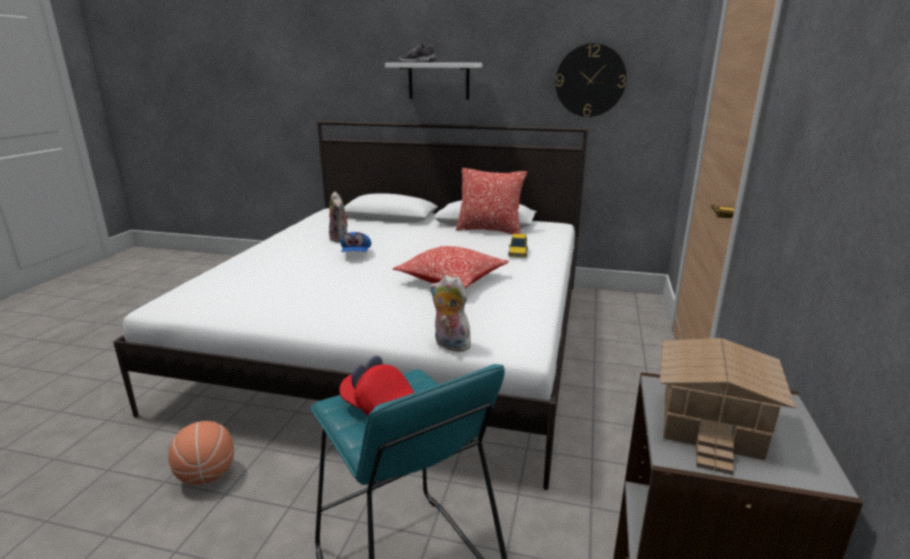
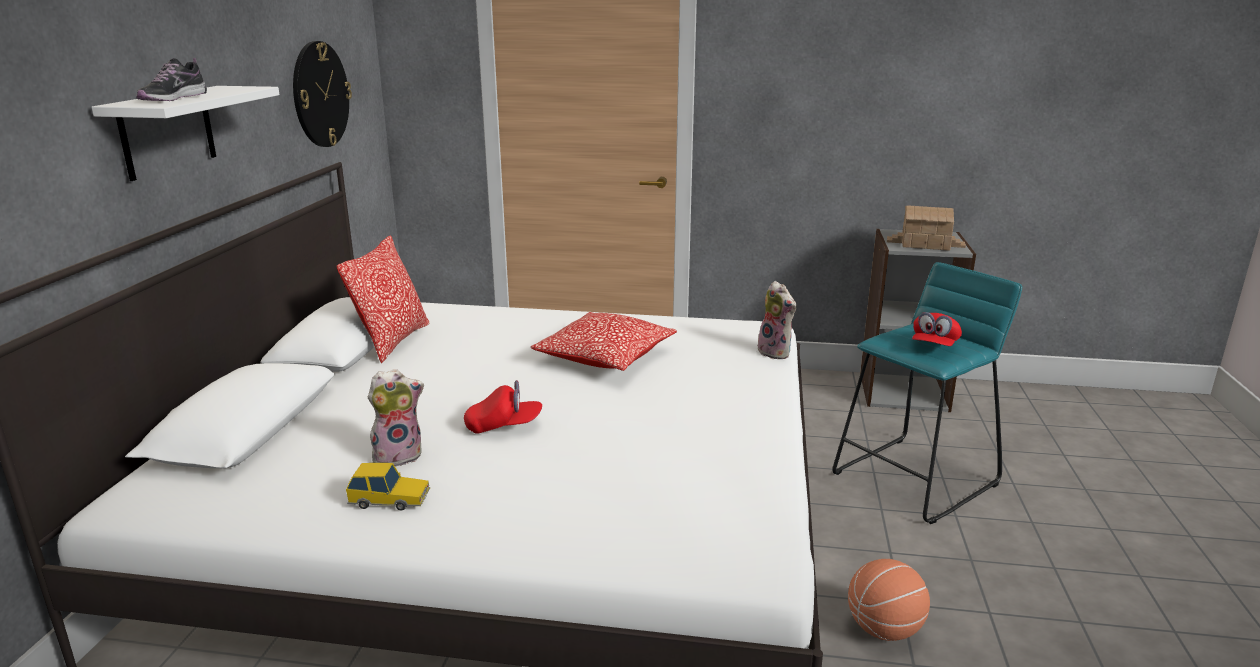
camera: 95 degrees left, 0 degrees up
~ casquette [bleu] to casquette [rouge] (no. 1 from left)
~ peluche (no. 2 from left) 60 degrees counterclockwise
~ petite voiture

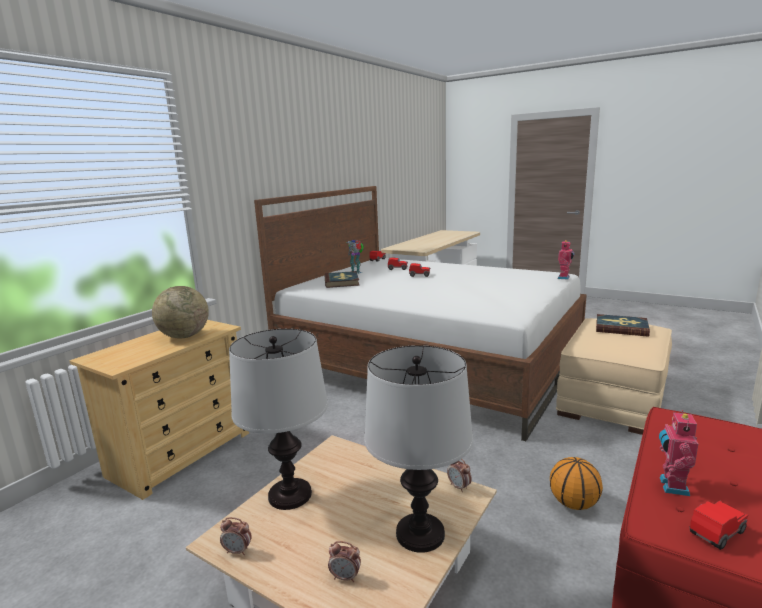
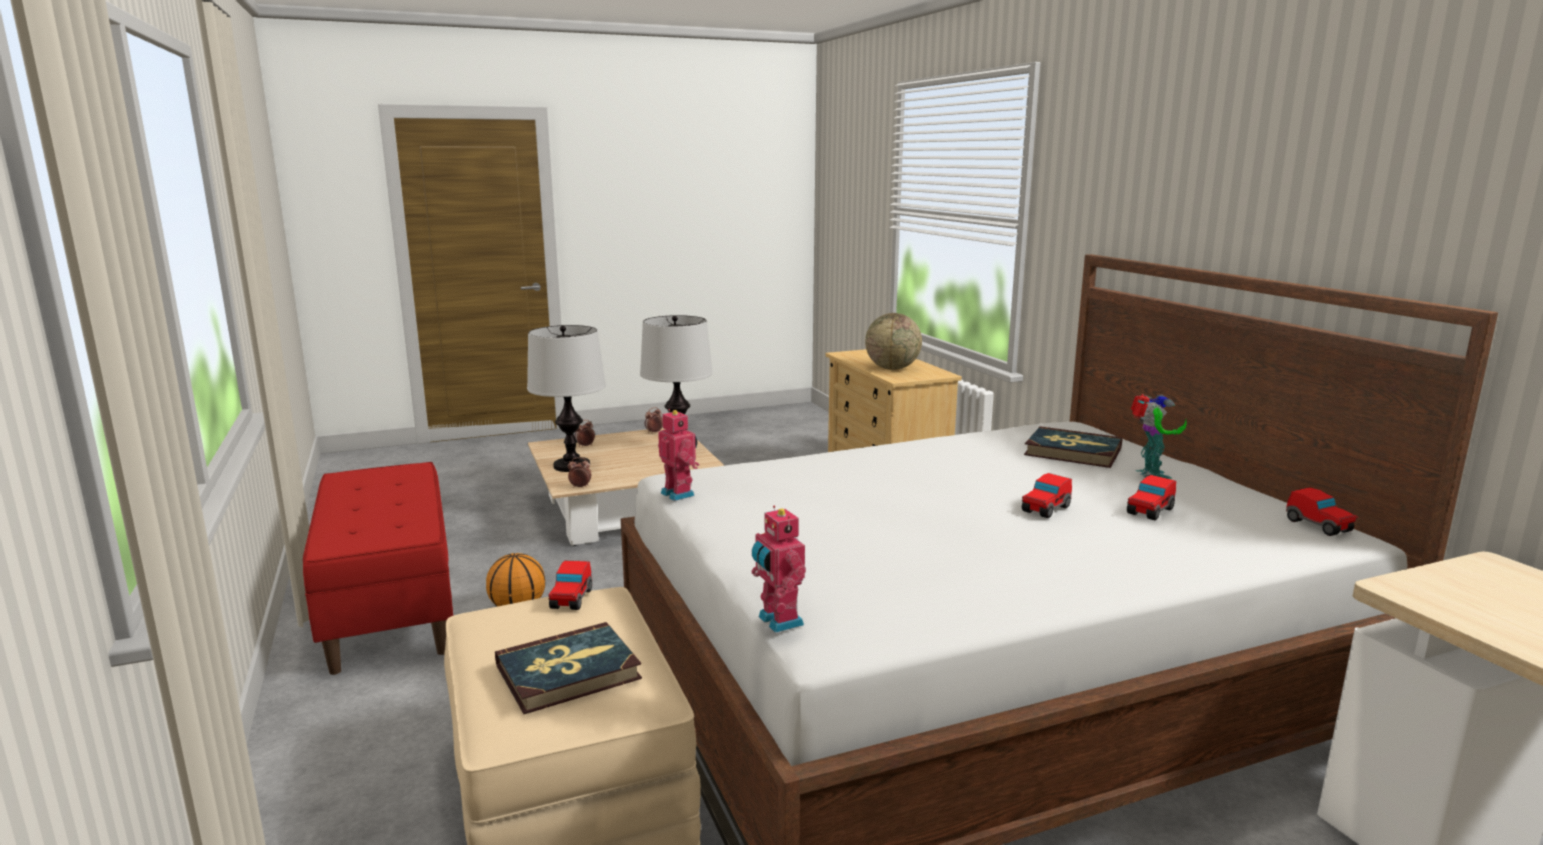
camera: 125 degrees right, 0 degrees up
~ robot jouet (no. 3 from left in the first image) to robot jouet (no. 1 from left)
~ petite voiture (no. 4 from left in the first image) to petite voiture (no. 1 from left)

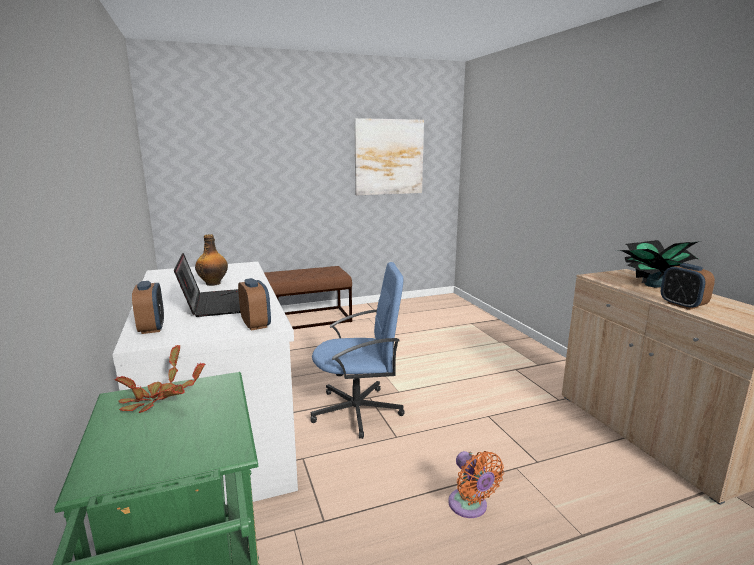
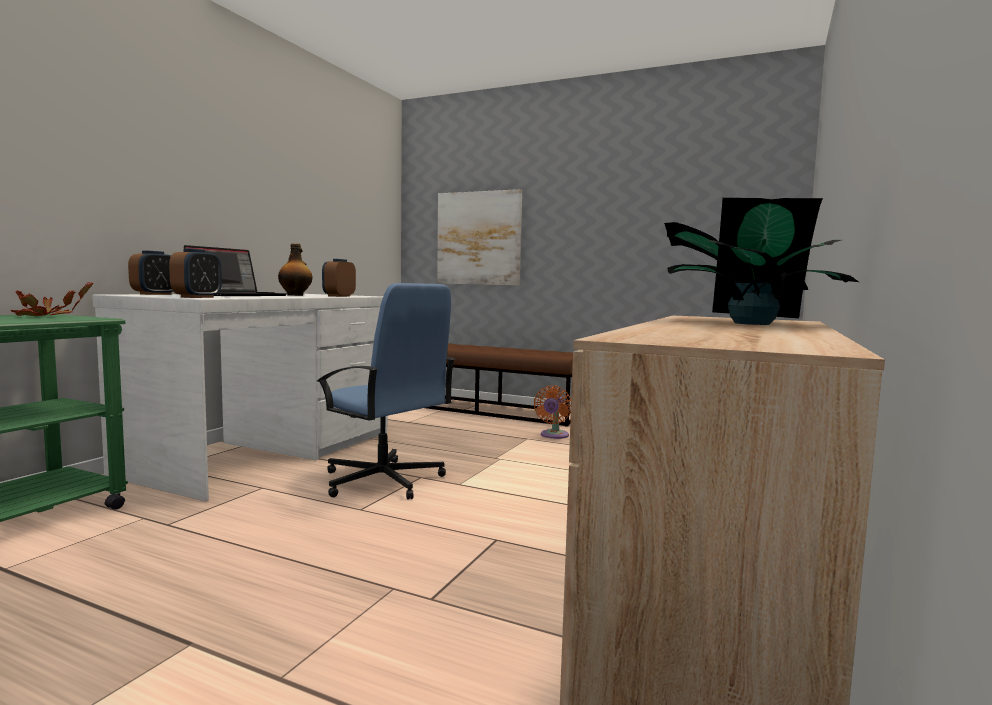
camera: 45 degrees right, 10 degrees down
~ tableau
~ ventilateur [orange]
~ réveil (no. 3 from left)

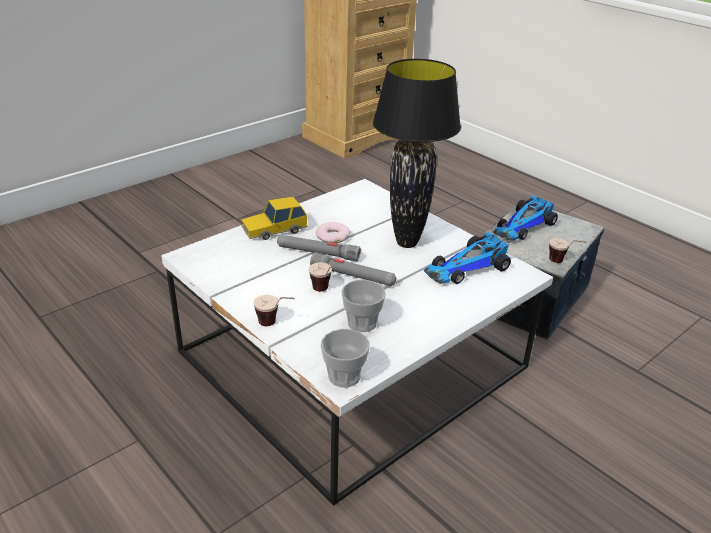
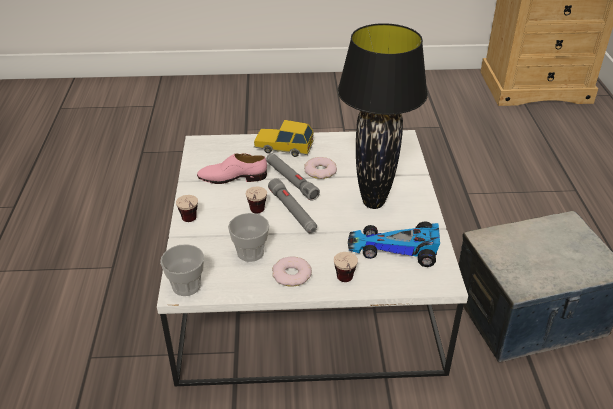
camera: 40 degrees right, 5 degrees up
- petite voiture (no. 3 from left)
~ tasse (no. 5 from left)
+ chaussure [rose]
+ beignet (no. 1 from left)

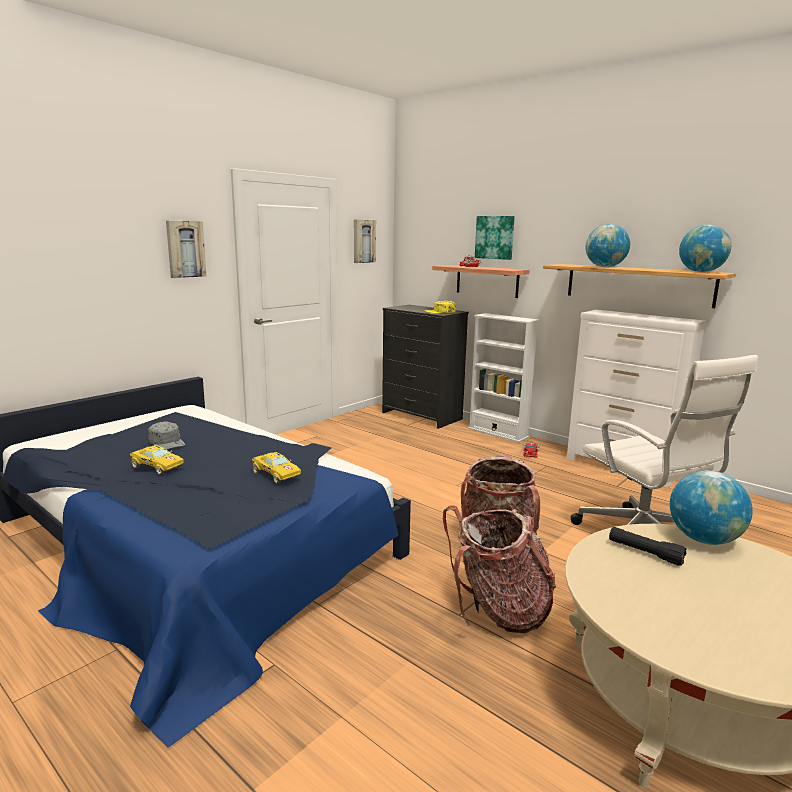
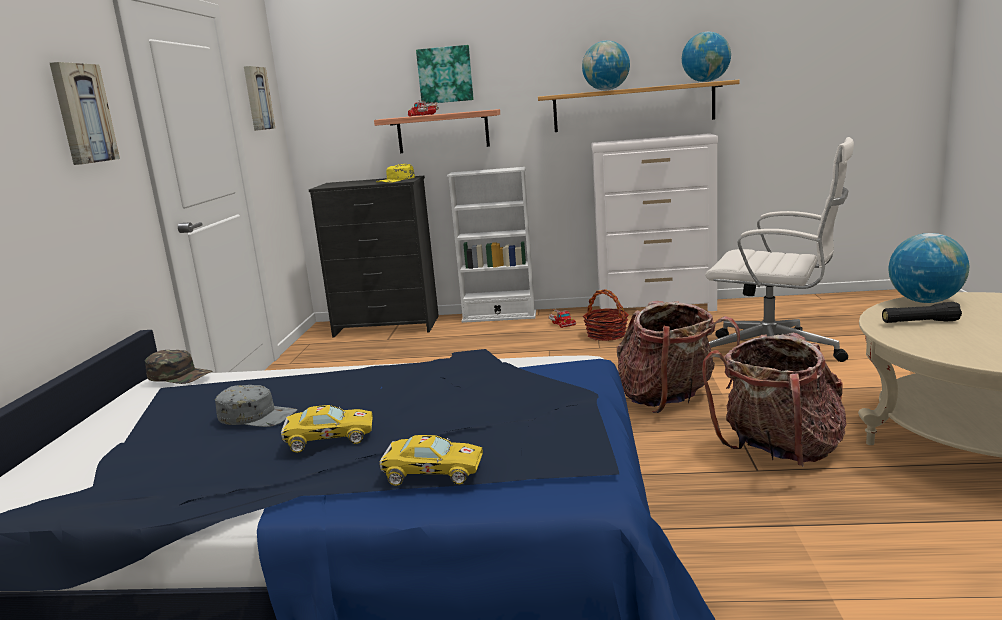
camera: 35 degrees left, 0 degrees up
~ petite voiture [jaune] (no. 2 from left)
+ casquette [vert]
+ panier

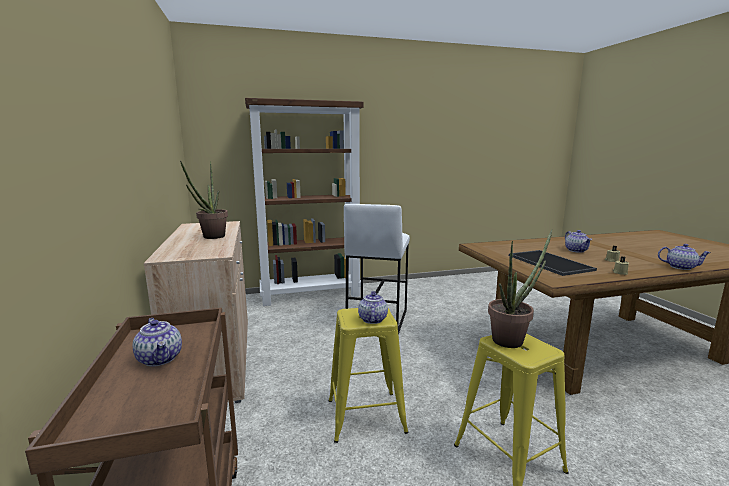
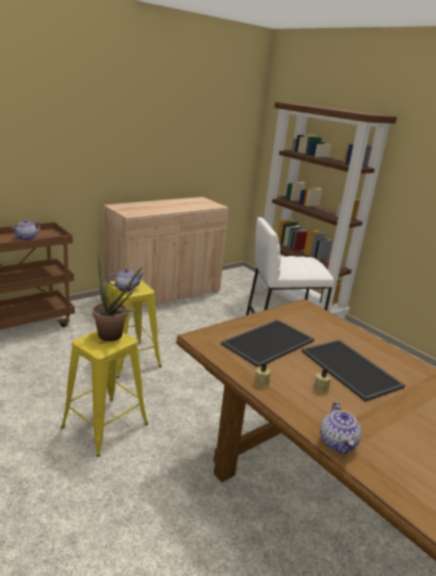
camera: 65 degrees right, 10 degrees up
- plante en pot (no. 1 from left)
~ théière (no. 3 from left) to plateau (no. 2 from left)

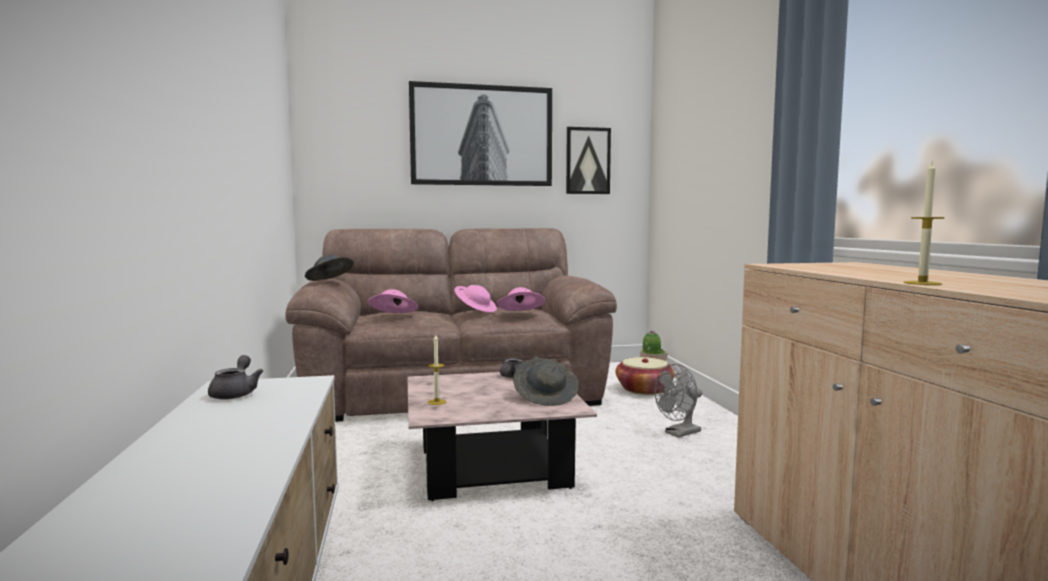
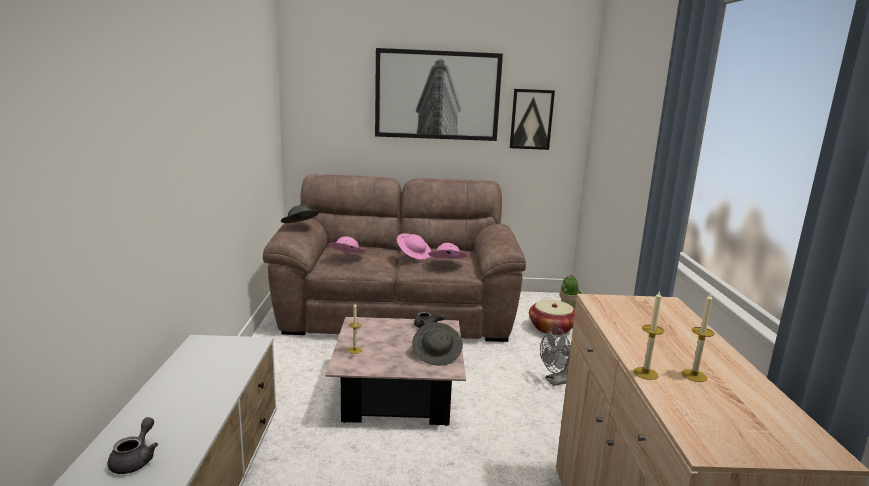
camera: 10 degrees right, 10 degrees up
~ théière [gris] (no. 1 from left)
+ bougie (no. 3 from left)

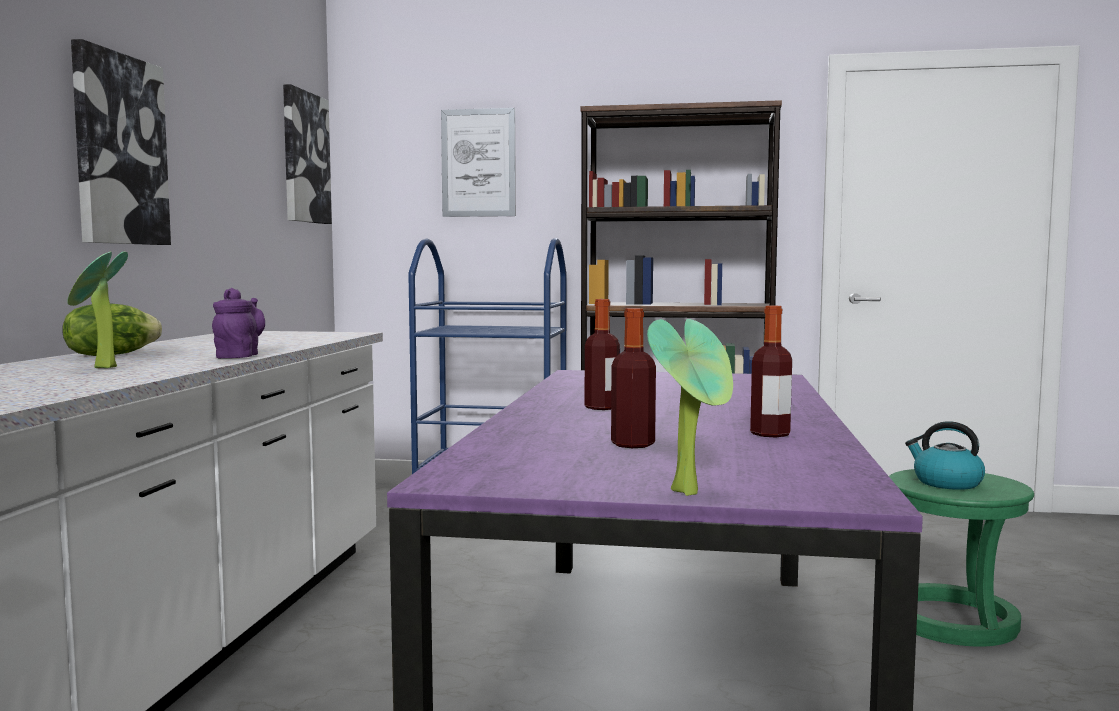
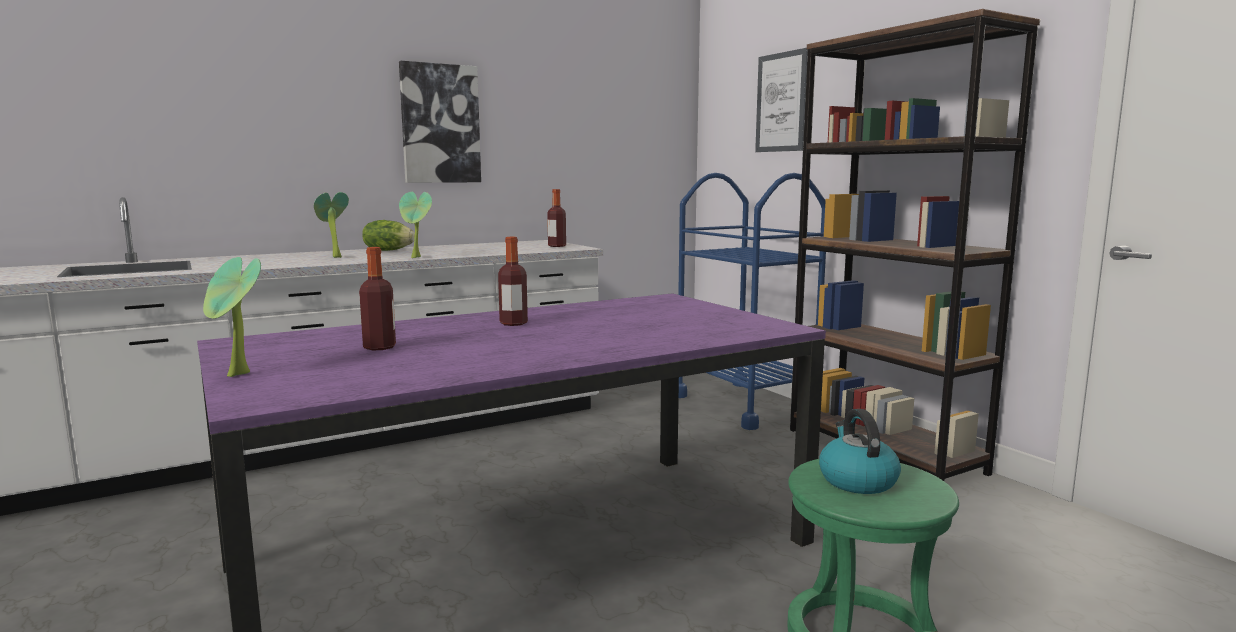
camera: 50 degrees right, 5 degrees up
~ théière [violet] to plante en pot (no. 3 from left)
- tableau (no. 2 from left)
~ bouteille (no. 3 from left)

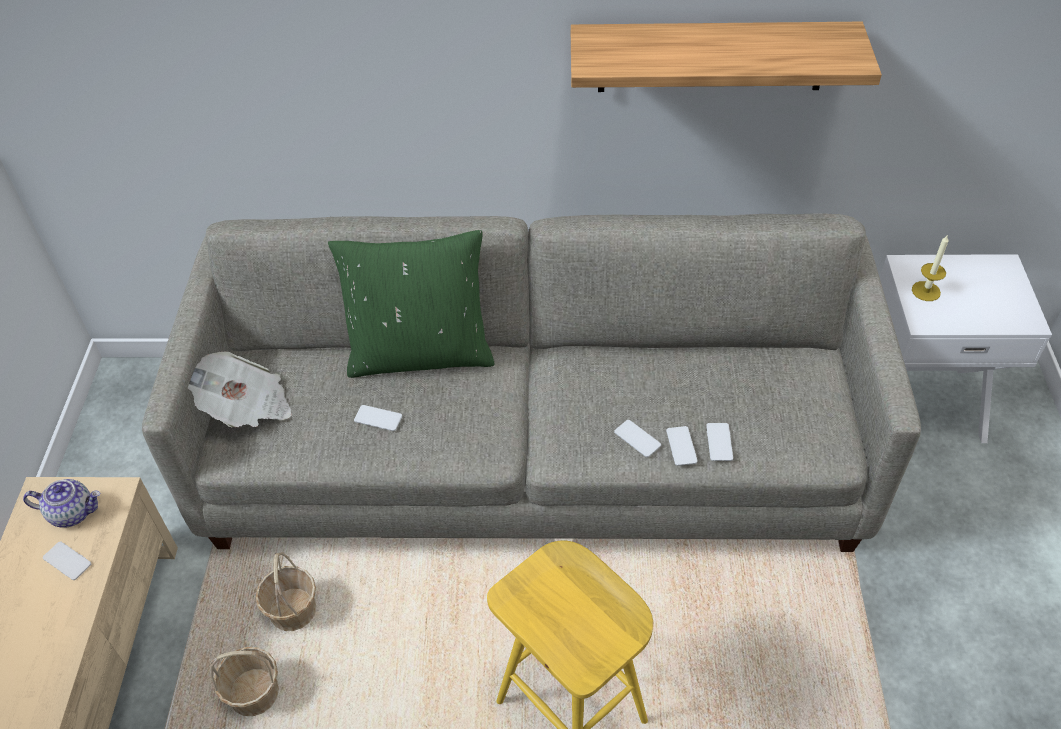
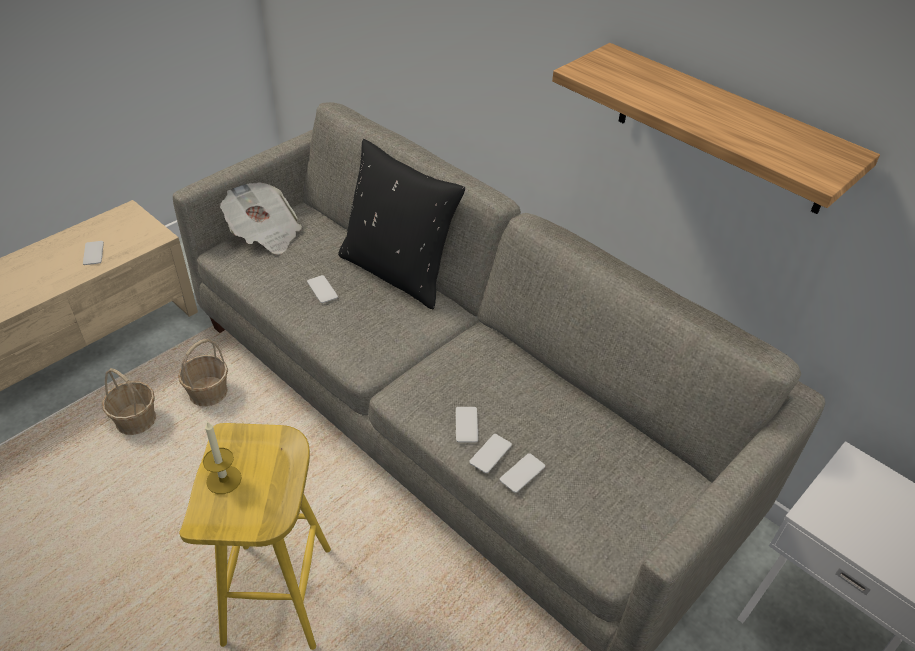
camera: 40 degrees right, 5 degrees down
- théière
~ coussin [vert] to coussin [noir]
~ bougie

